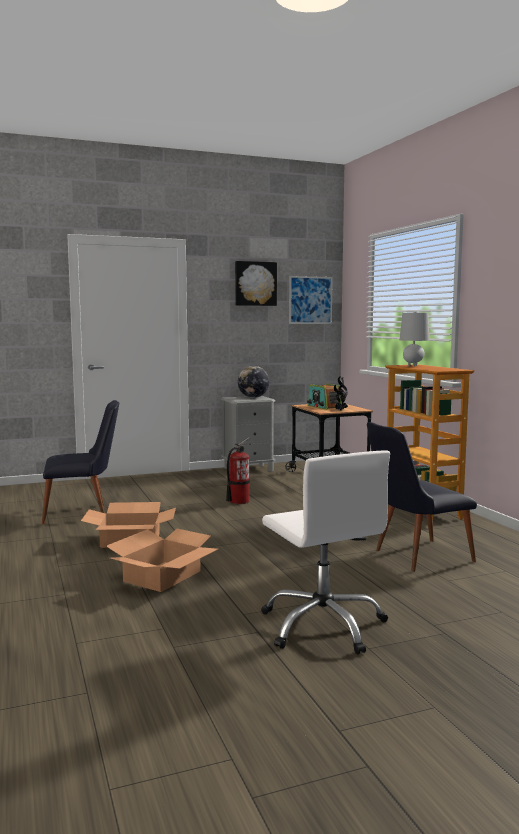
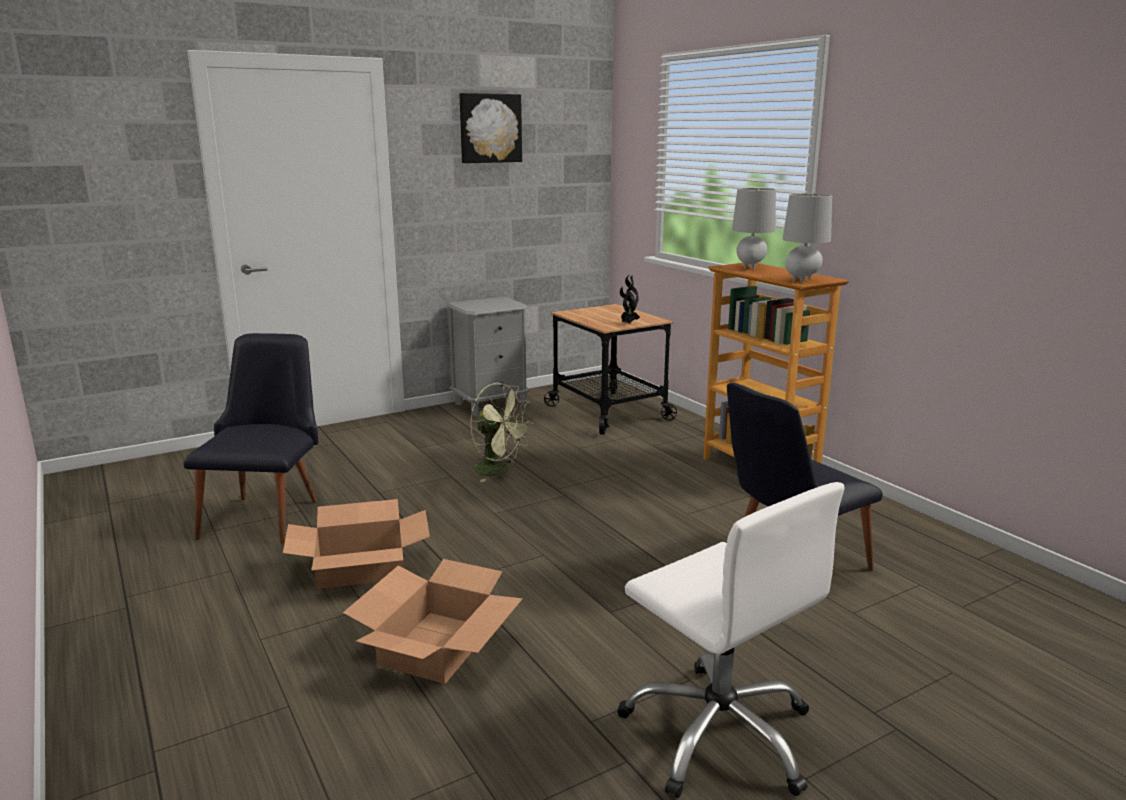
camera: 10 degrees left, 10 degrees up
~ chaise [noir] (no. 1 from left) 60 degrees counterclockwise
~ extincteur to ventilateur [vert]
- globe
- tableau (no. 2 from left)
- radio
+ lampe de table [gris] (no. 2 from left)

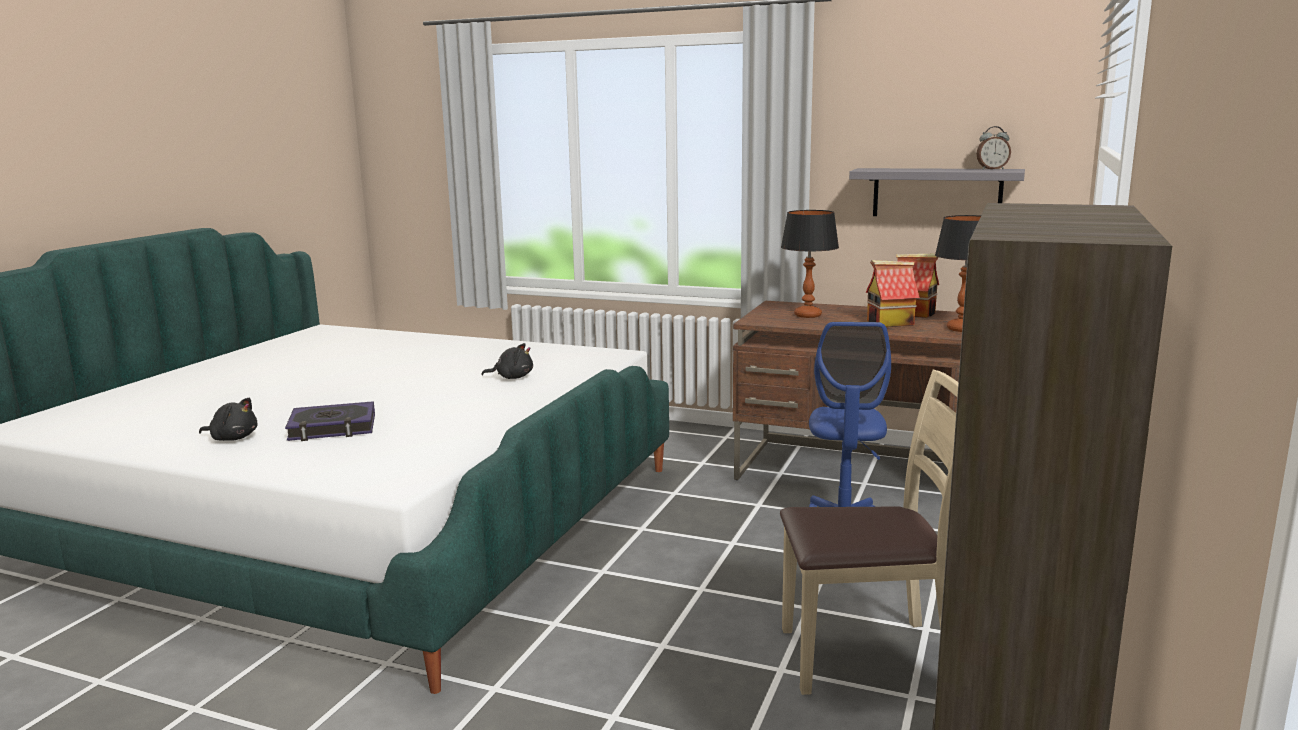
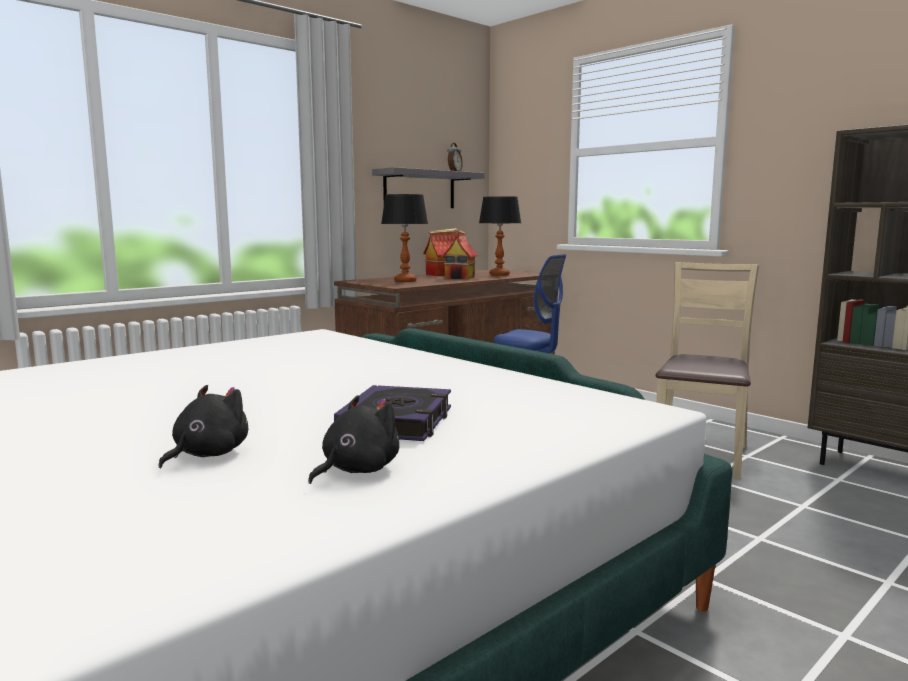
camera: 65 degrees left, 5 degrees down
~ peluche [noir] (no. 2 from left in the first image) to peluche [noir] (no. 1 from left)

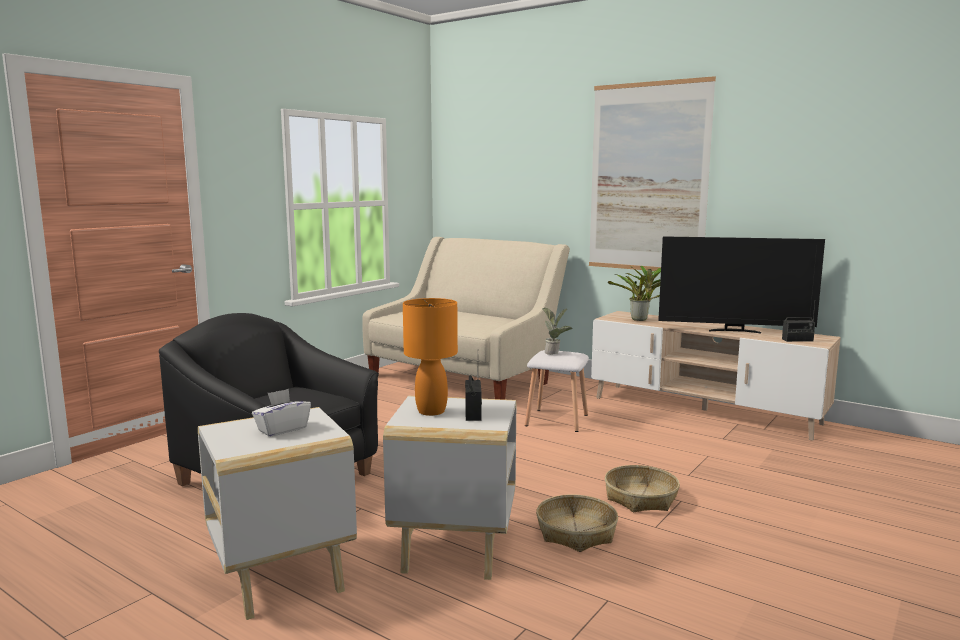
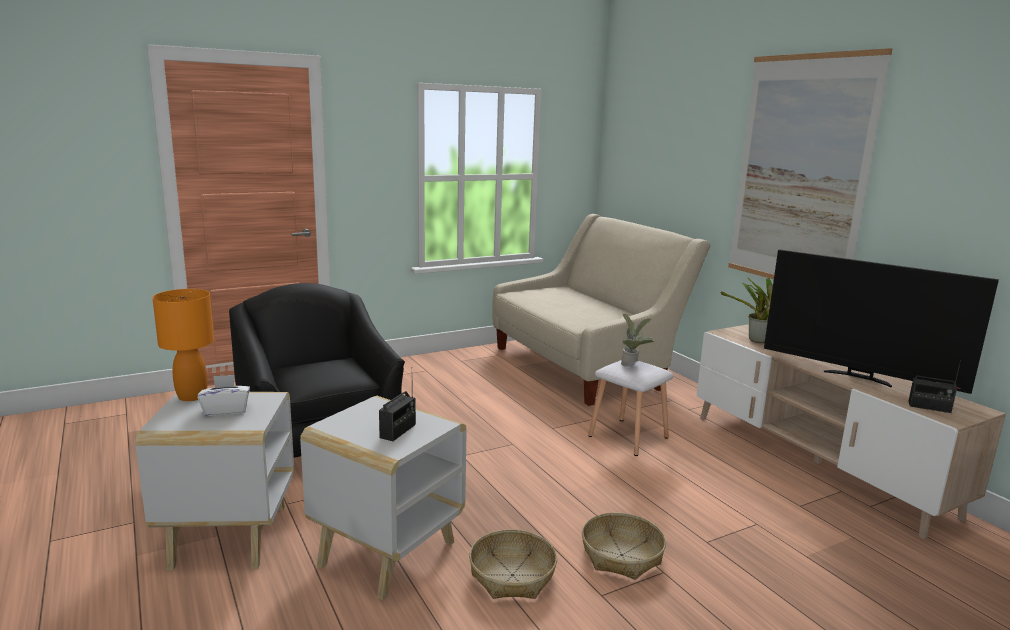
camera: 25 degrees right, 5 degrees up
~ lampe de table [orange]

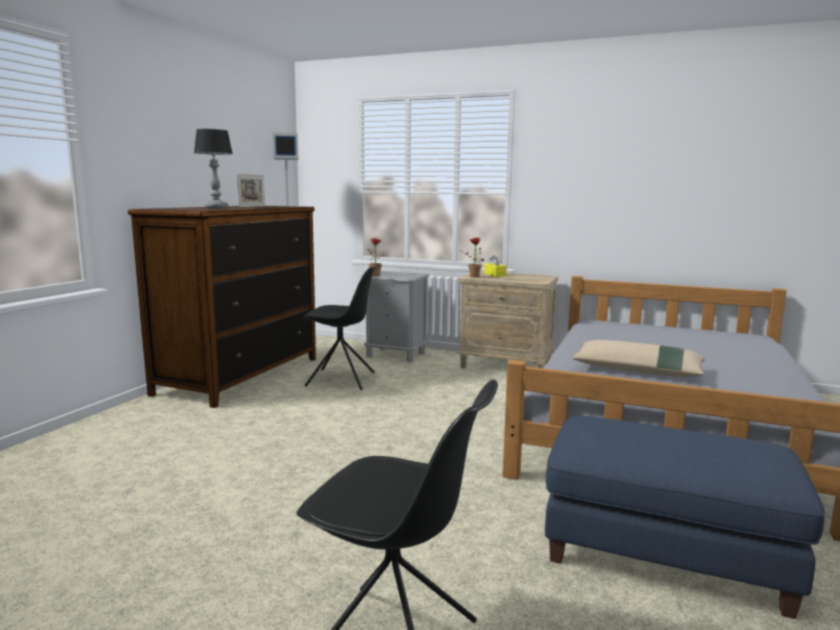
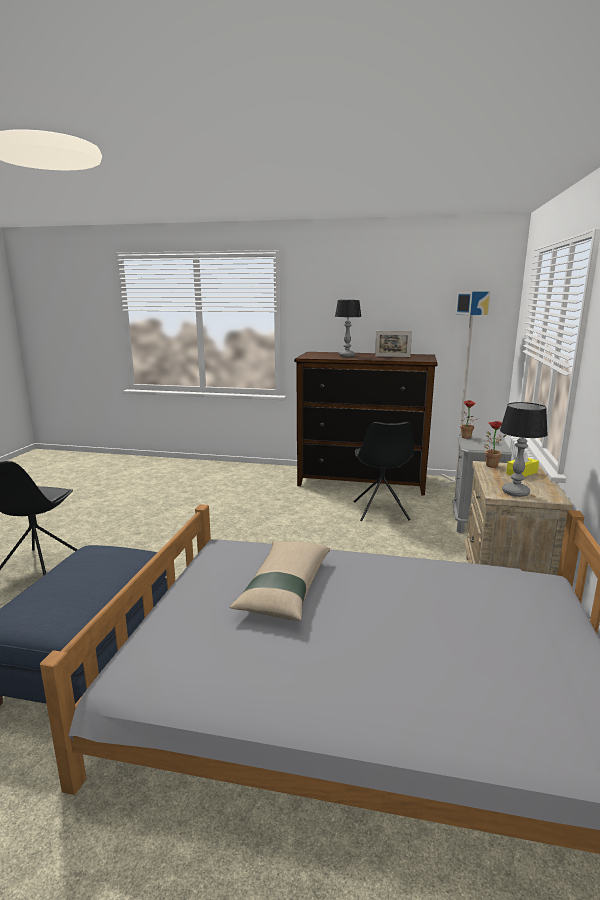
camera: 80 degrees right, 5 degrees up
+ lampe de table (no. 2 from left)

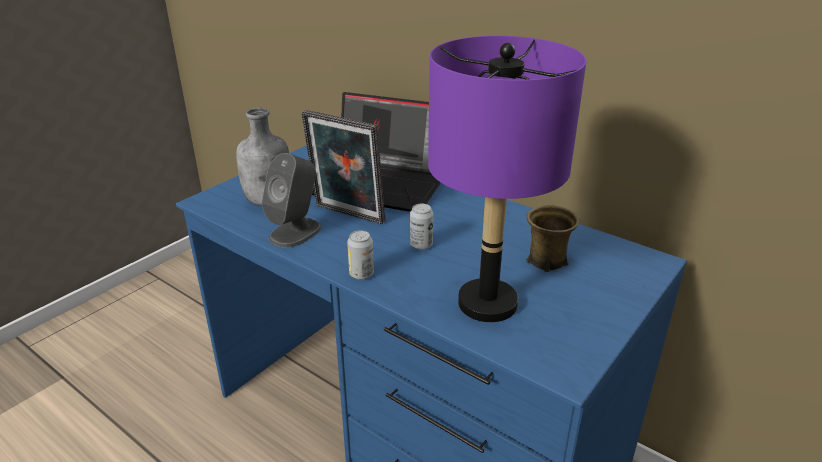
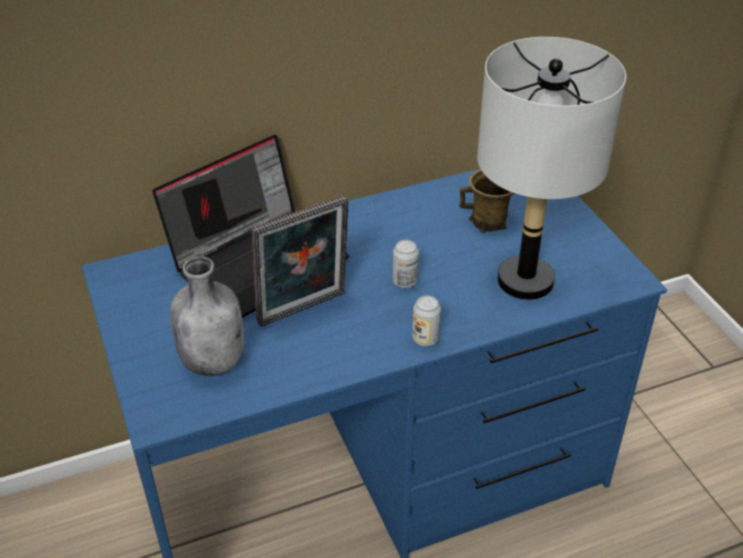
camera: 60 degrees left, 10 degrees up
- enceinte [gris]
~ lampe de table [violet] to lampe de table [gris]

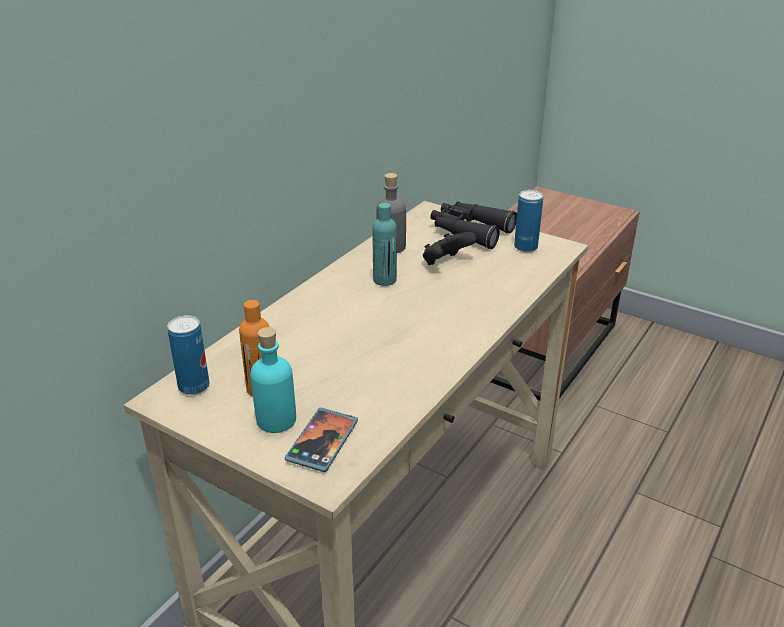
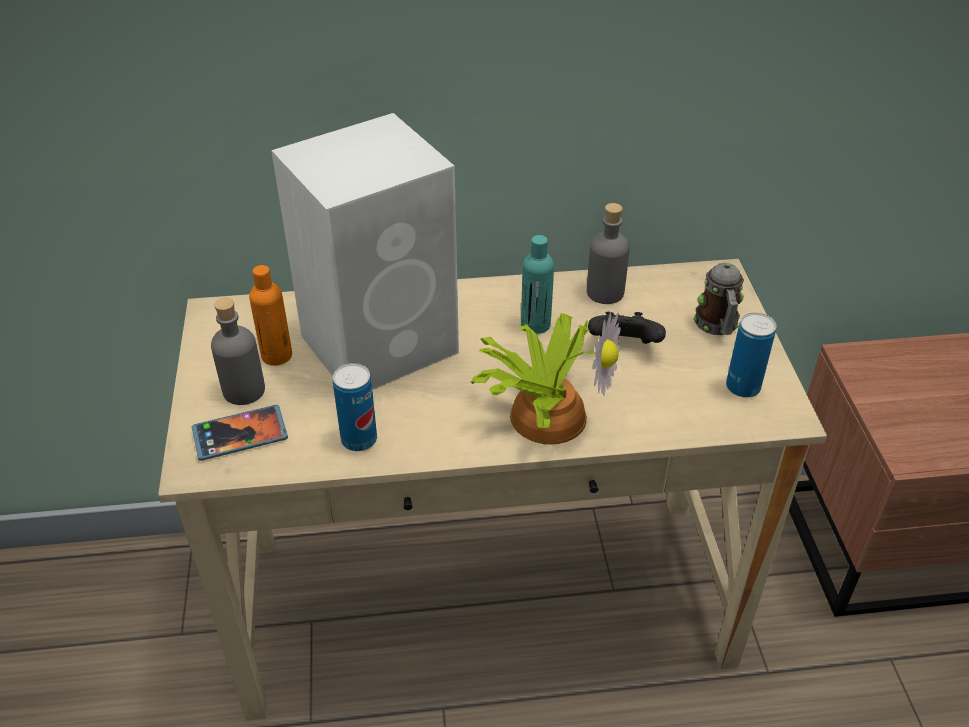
camera: 50 degrees right, 10 degrees up
~ boîte métallique (no. 1 from left)
~ bouteille [turquoise] (no. 1 from left) to bouteille [gris] (no. 1 from left)
~ jumelles [noir] to mug
+ enceinte [blanc]
+ plante en pot

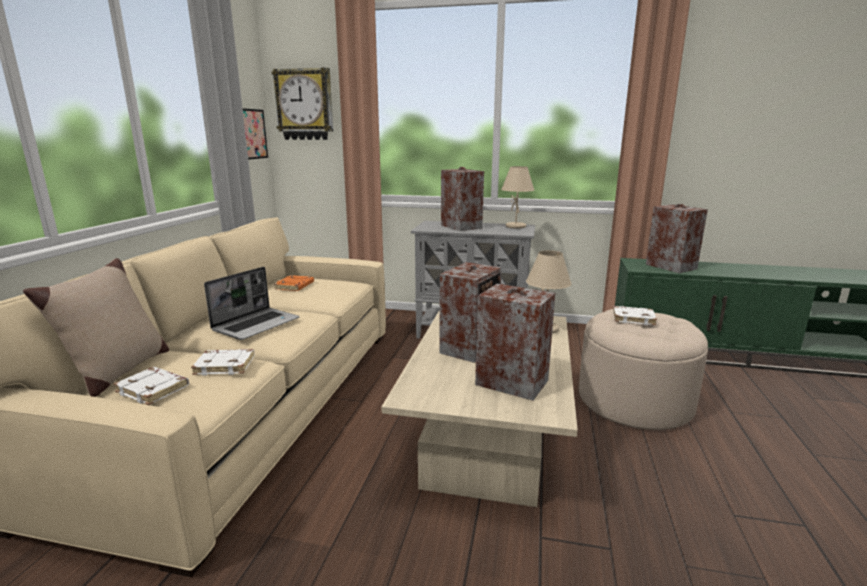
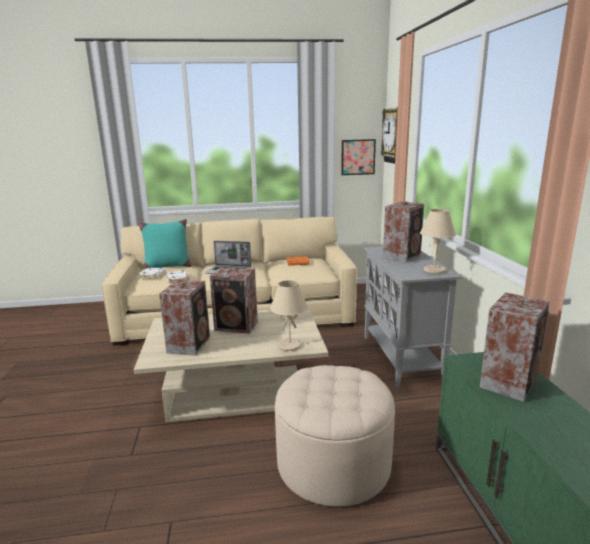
camera: 70 degrees right, 0 degrees up
~ coussin [beige] to coussin [turquoise]
- livre [blanc] (no. 3 from left)

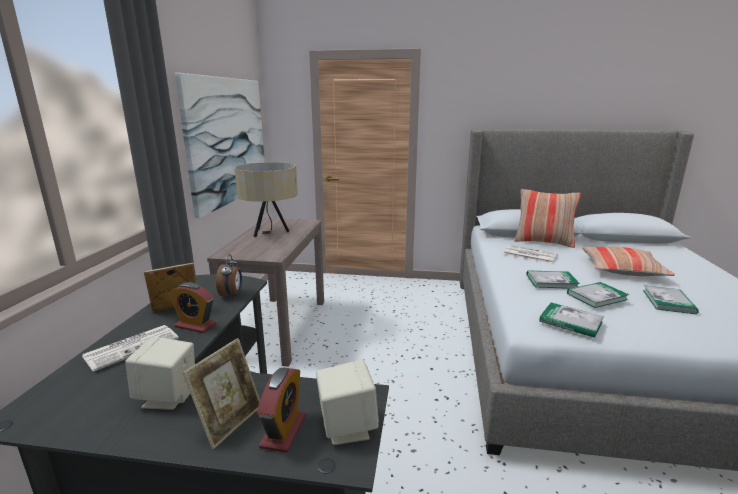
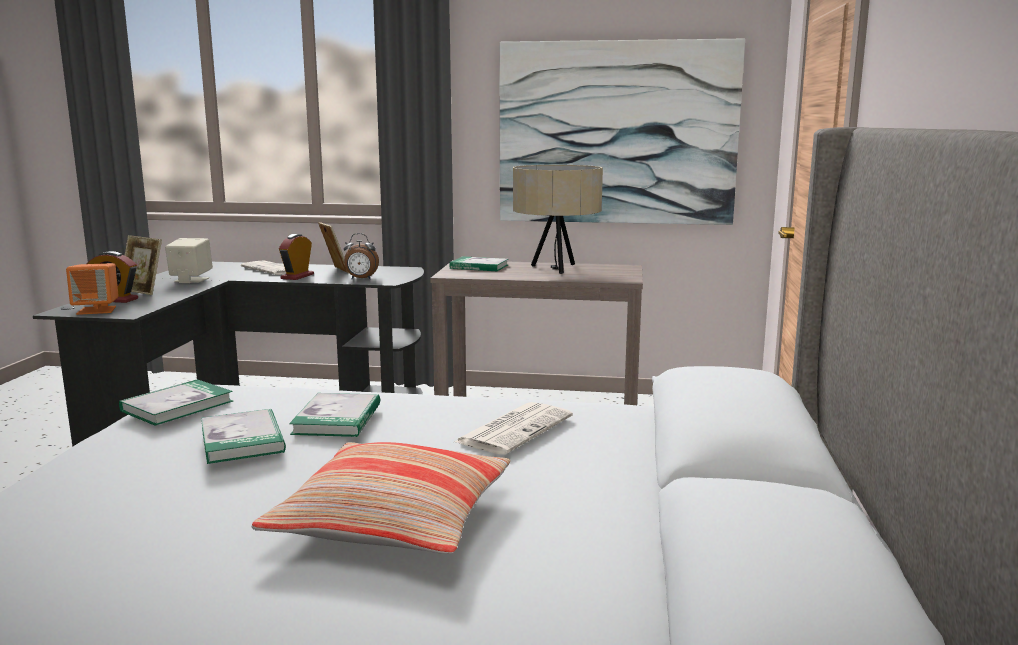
camera: 90 degrees right, 5 degrees down
~ enceinte [beige] (no. 2 from left) to enceinte [orange]
- coussin (no. 1 from left)
~ livre (no. 4 from left)

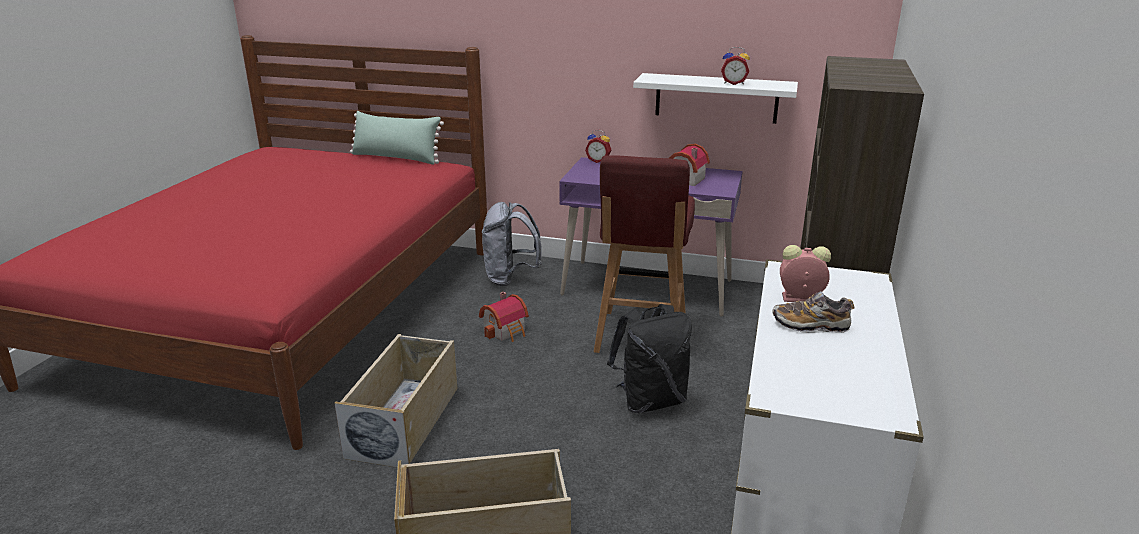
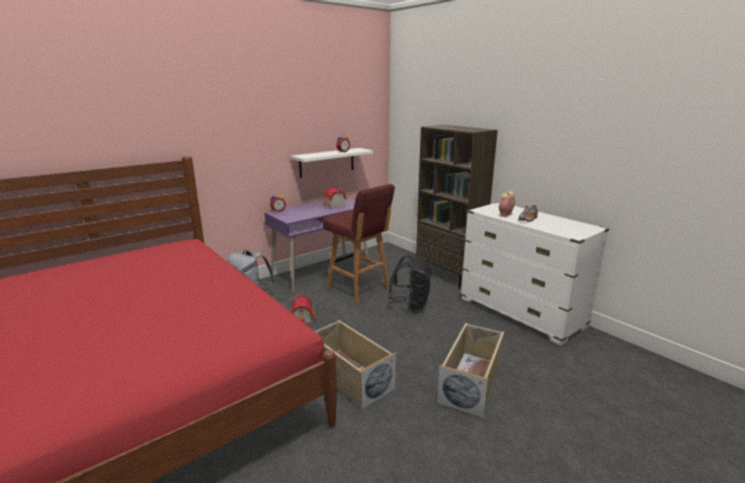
camera: 55 degrees left, 5 degrees down
- coussin [vert]

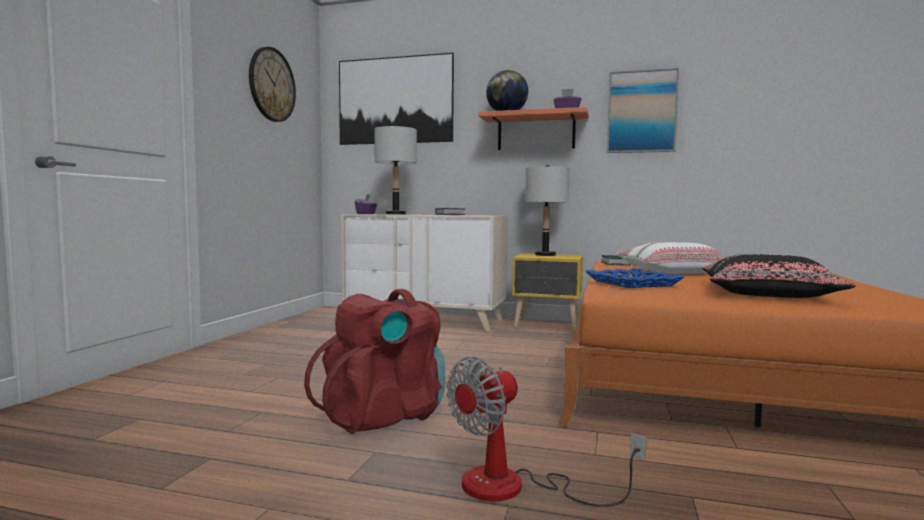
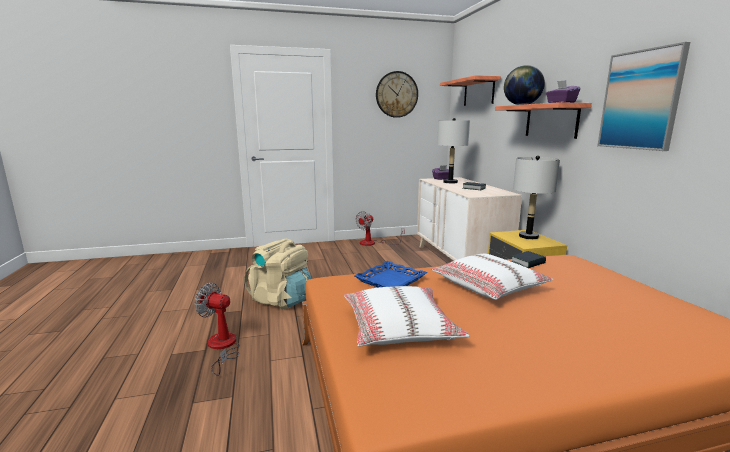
camera: 60 degrees right, 10 degrees up
~ sac à dos [rouge] to sac à dos [beige]
~ tableau (no. 1 from left) to étagère (no. 1 from left)
~ coussin [noir] to coussin [blanc] (no. 1 from left)
+ ventilateur (no. 2 from left)

